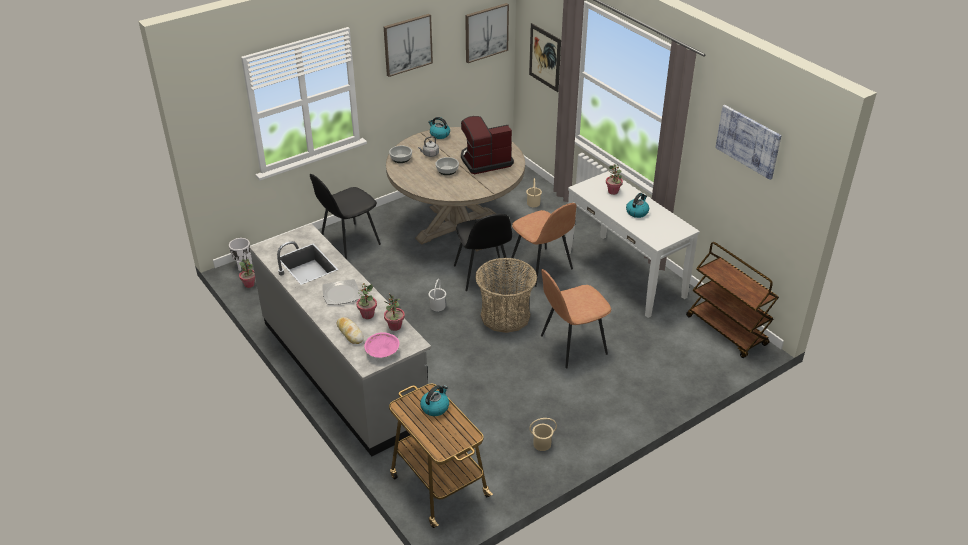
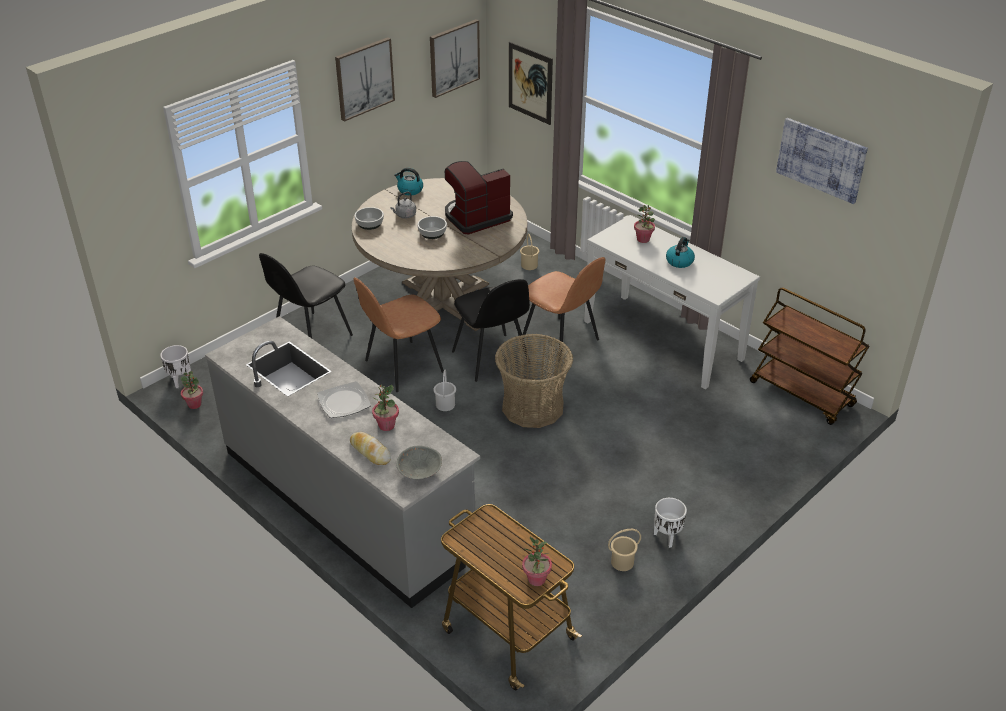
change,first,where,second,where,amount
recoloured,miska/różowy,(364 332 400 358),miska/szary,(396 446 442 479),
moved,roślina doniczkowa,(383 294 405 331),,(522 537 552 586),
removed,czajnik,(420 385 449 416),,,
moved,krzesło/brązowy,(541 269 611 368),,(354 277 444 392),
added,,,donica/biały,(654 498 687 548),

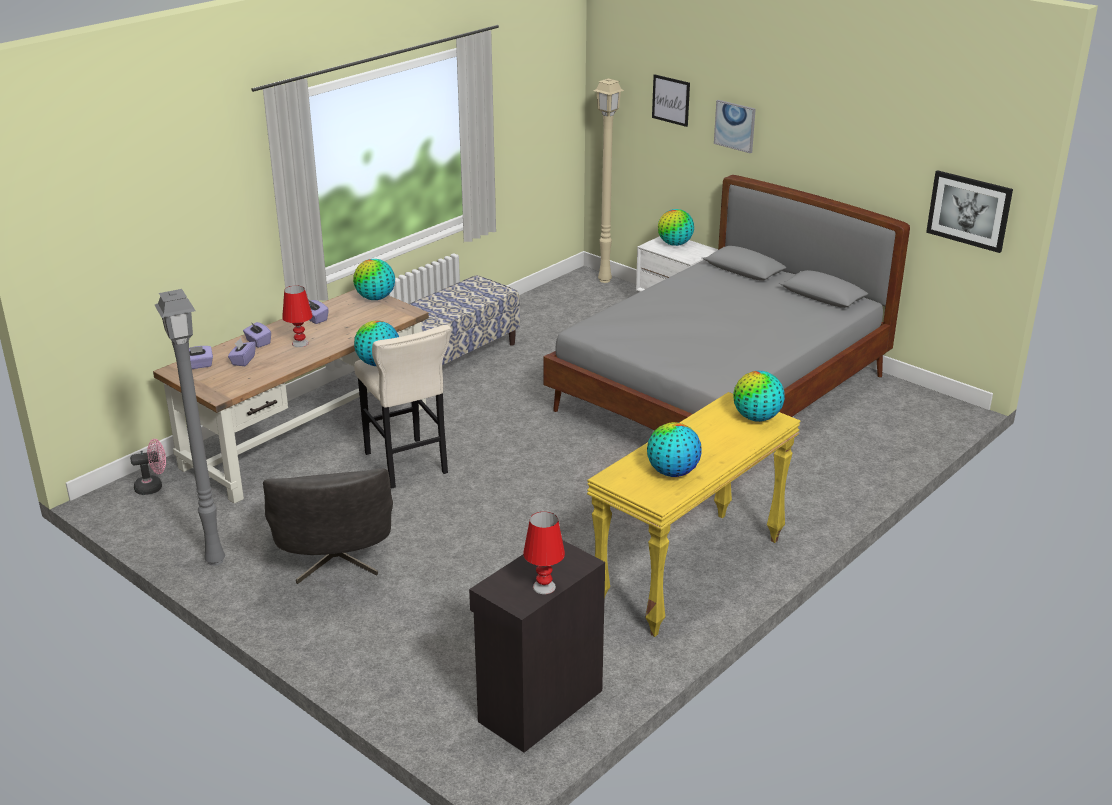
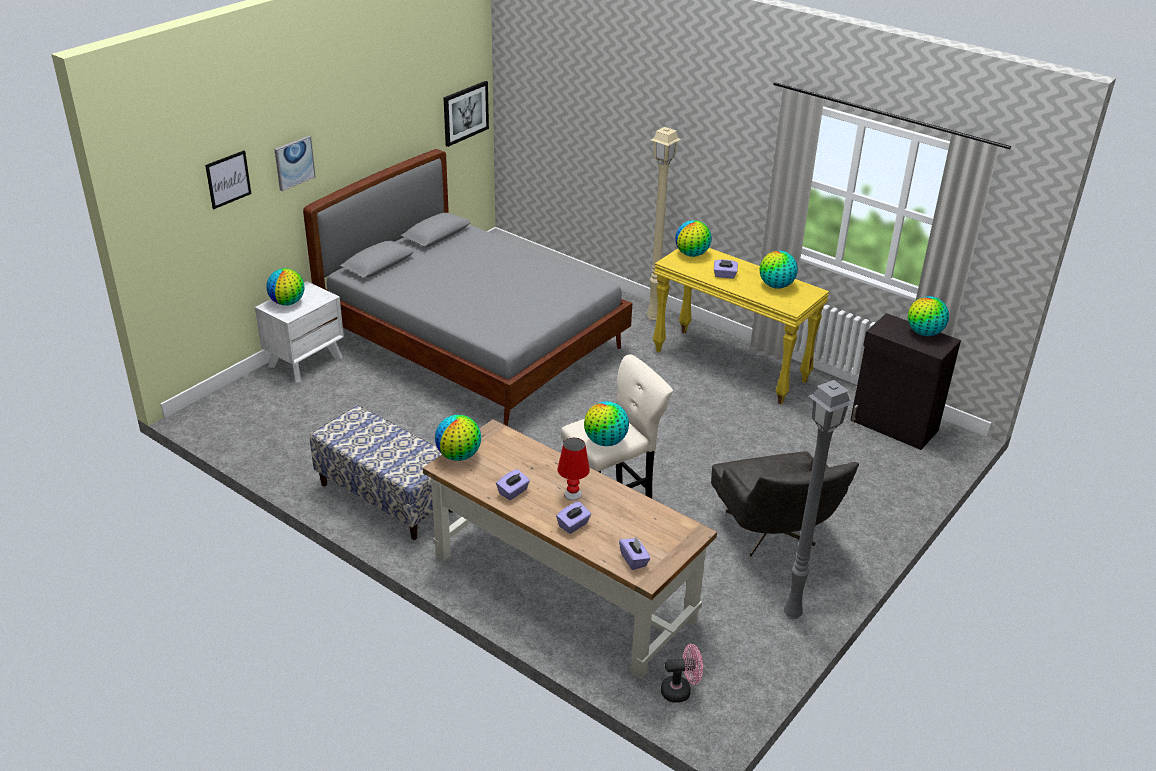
change,first,where,second,where,amount
turned,wentylator/różowy,(130 439 166 495),,(661 644 703 703),105 degrees clockwise
moved,pudełko chusteczek/fioletowy,(228 338 256 366),,(714 260 738 279),
turned,fotel/szary,(263 468 393 584),,(711 451 859 556),90 degrees clockwise
replaced,lampa stołowa/czerwony,(523 512 565 594),globus,(908 296 949 336),
moved,lampa stojąca/beżowy,(593 79 624 283),,(647 127 681 320),

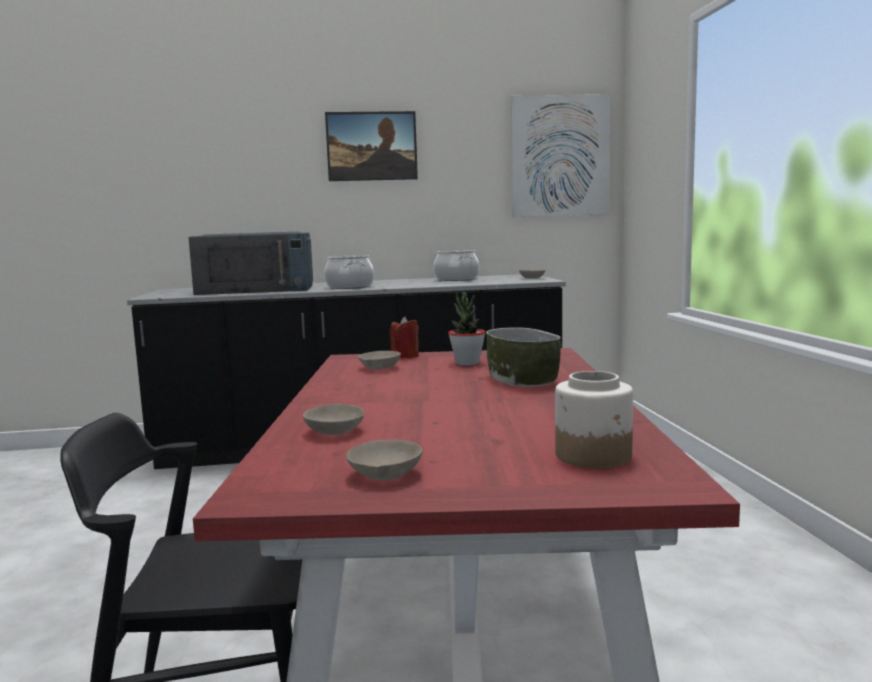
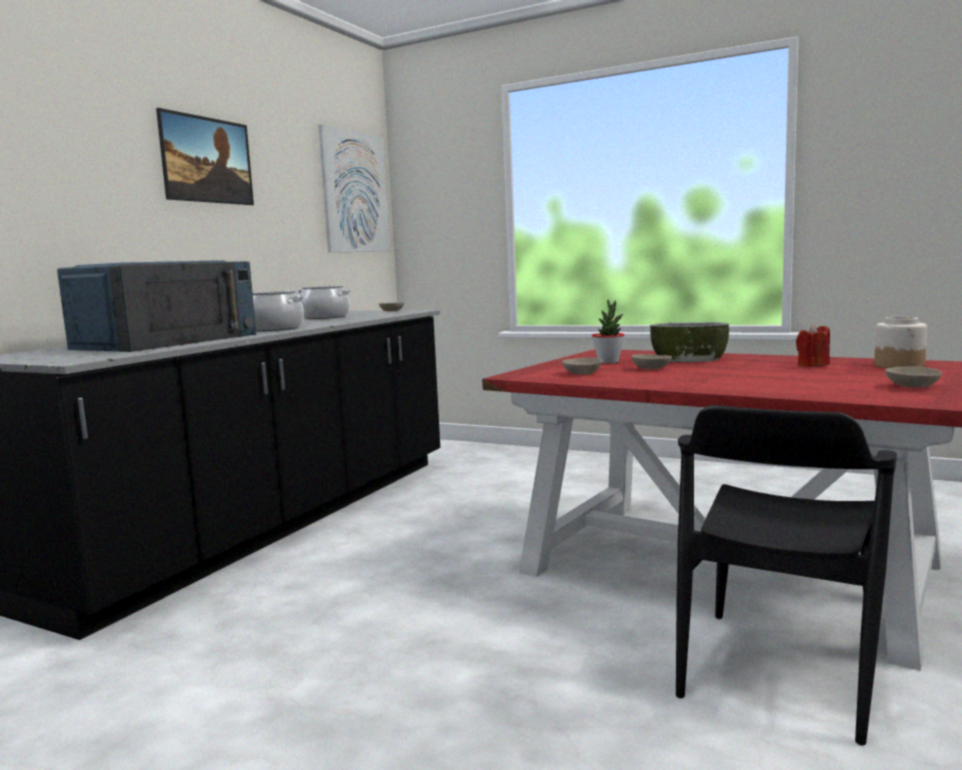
change,first,where,second,where,amount
moved,miska/beżowy,(303 404 365 435),,(631 354 672 369),
moved,świeca/czerwony,(390 316 419 358),,(796 324 830 367),

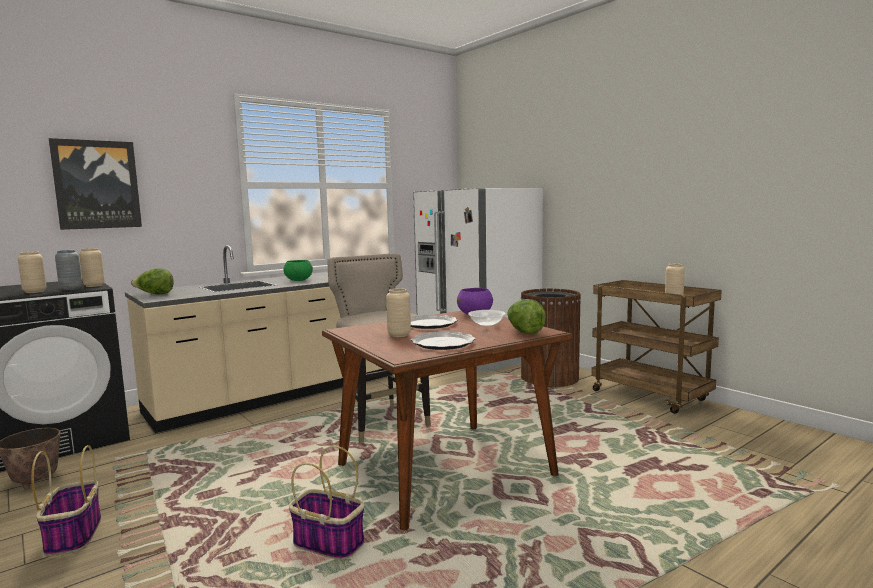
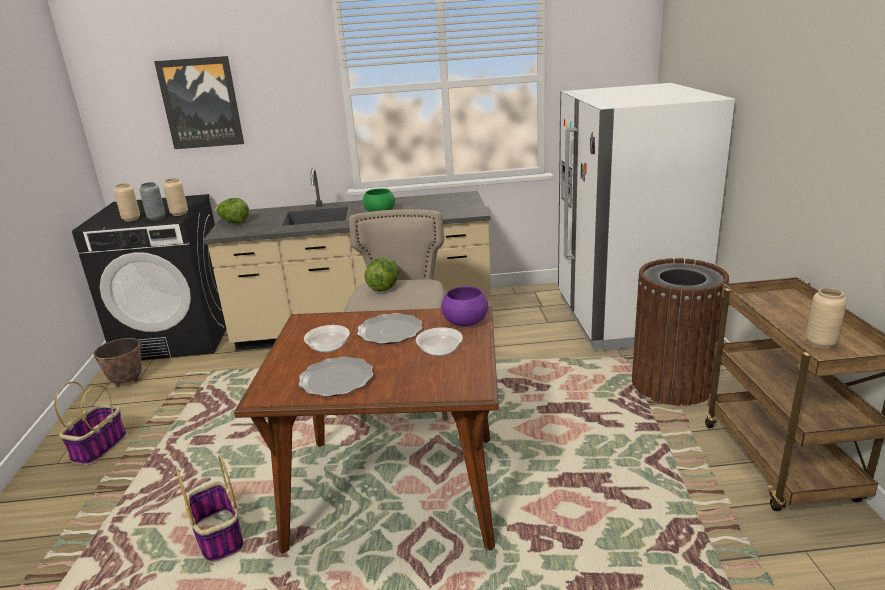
change,first,where,second,where,amount
replaced,wazon/beżowy,(386 288 411 337),miska,(304 325 350 353),
moved,sałata,(507 299 546 334),,(364 258 399 292),

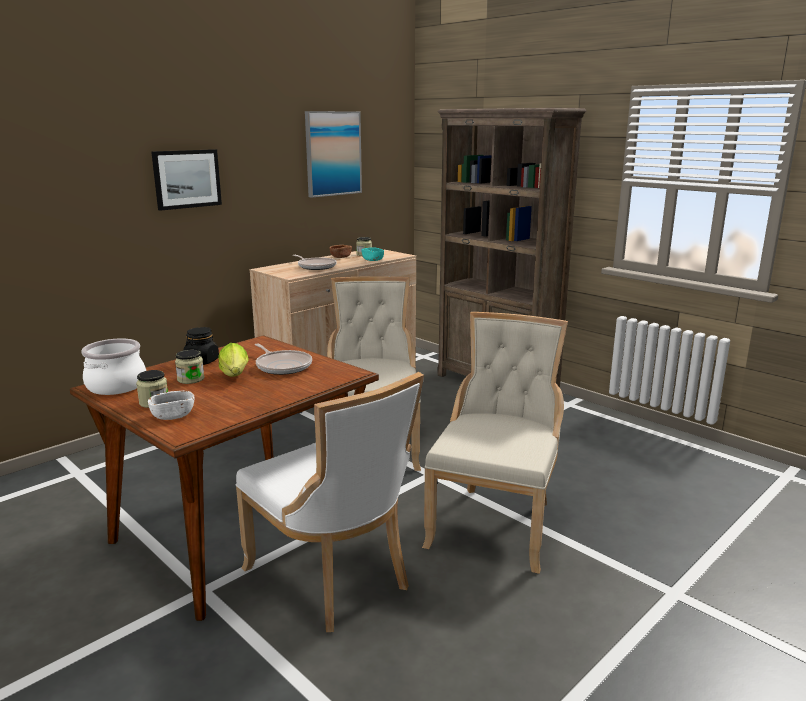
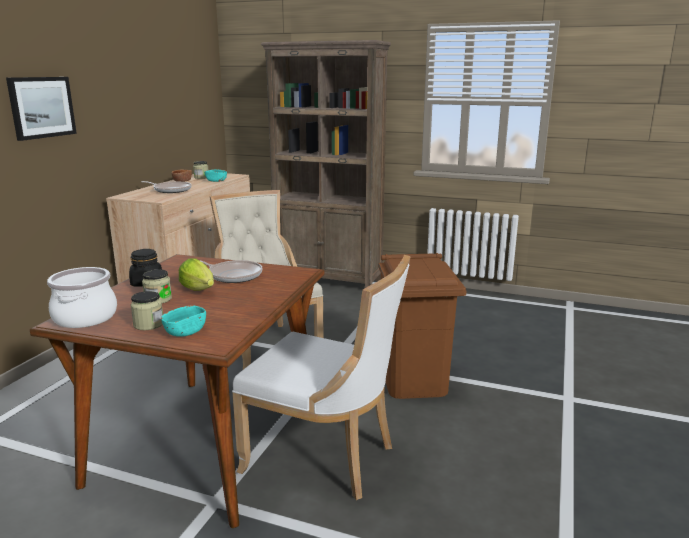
change,first,where,second,where,amount
recoloured,miska/biały,(148 391 194 420),miska/turkusowy,(161 305 206 337),
removed,obraz,(305 111 362 198),,,
replaced,krzesło/beżowy,(422 312 568 574),kosz na śmieci/brązowy,(378 253 466 399),

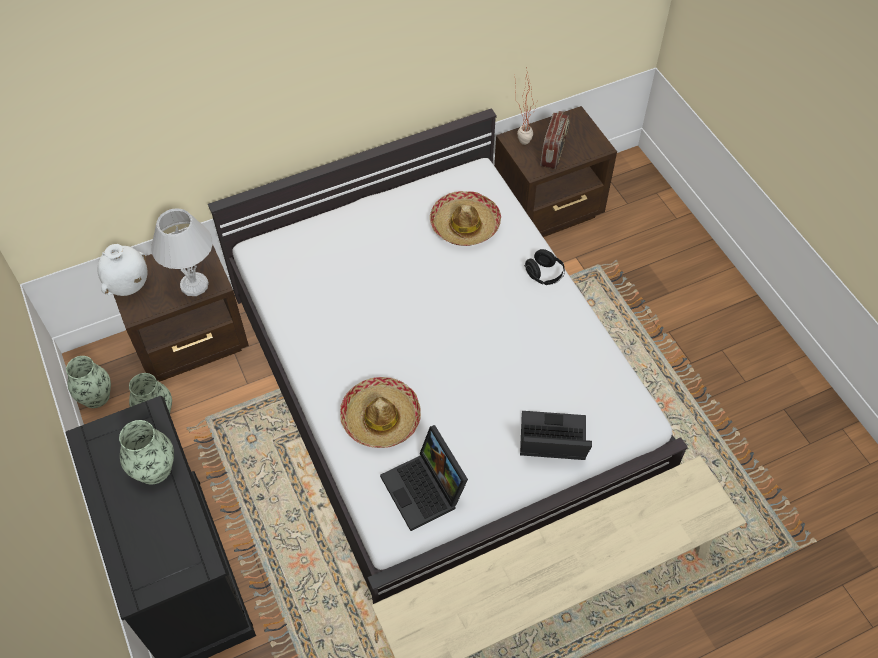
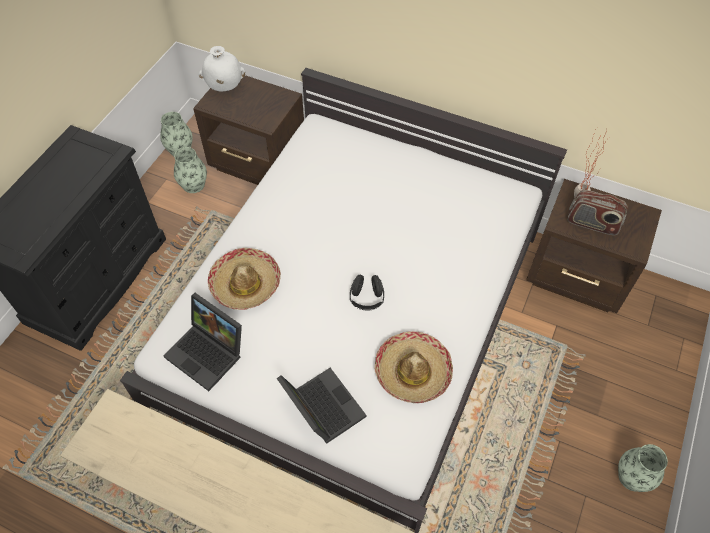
change,first,where,second,where,amount
moved,wazon,(119 420 174 484),,(618 444 668 492),
removed,lampa stołowa/biały,(151 208 213 296),,,
turned,laptop,(380 425 468 531),,(164 293 242 391),75 degrees counterclockwise
moved,kapelusz,(430 191 501 246),,(375 331 453 403),
moved,słuchawki/czarny,(524 249 565 285),,(350 274 384 310),
turned,radio,(540 111 569 169),,(567 190 628 236),45 degrees clockwise

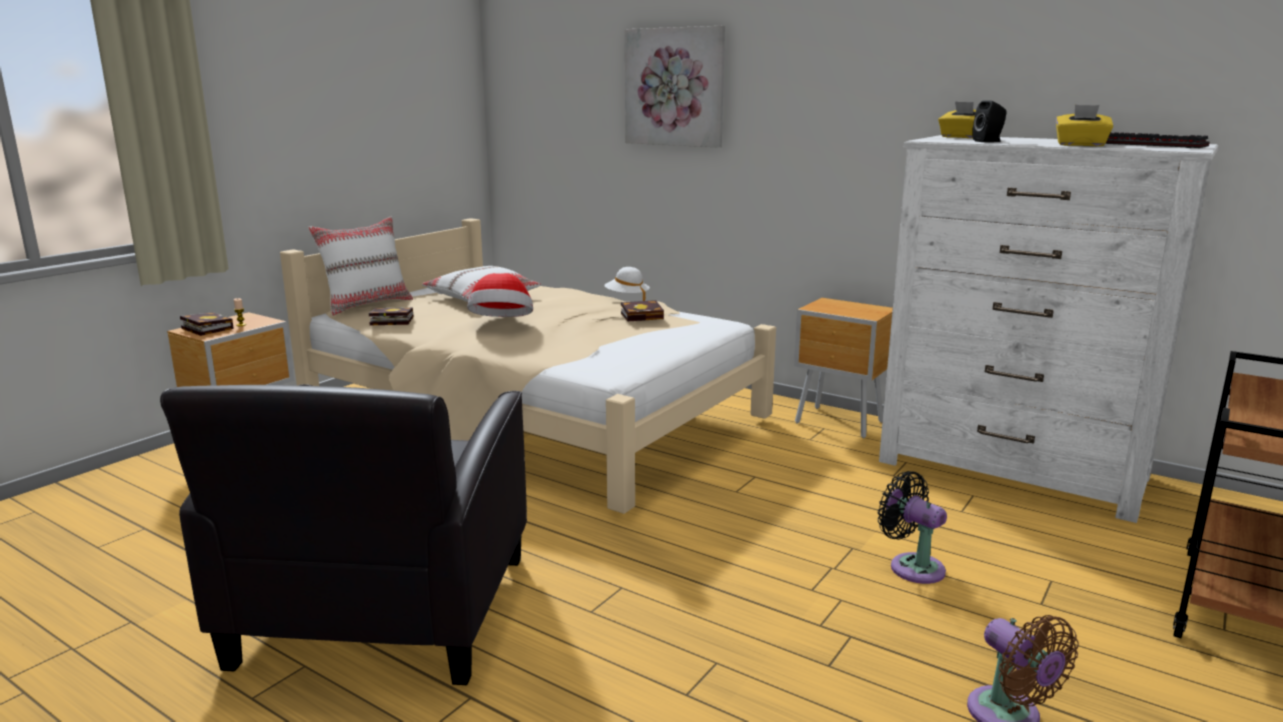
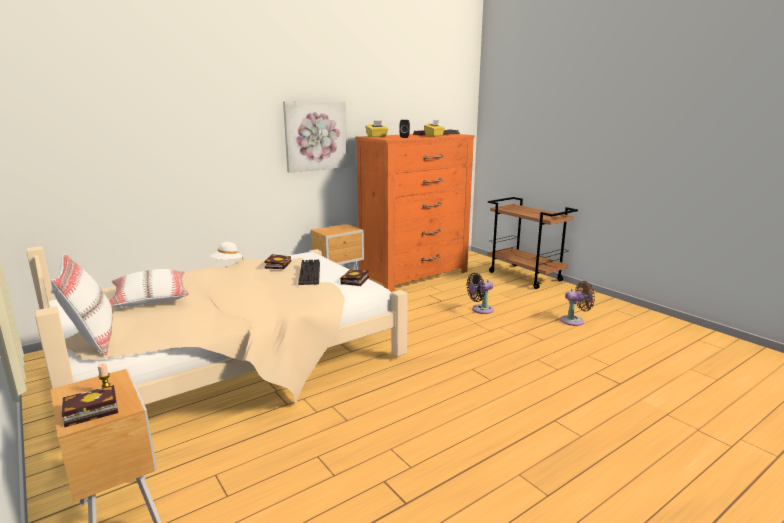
change,first,where,second,where,amount
removed,fotel/czarny,(160 384 527 685),,,
moved,książka,(369 307 414 325),,(340 270 369 286),
removed,kapelusz,(467 273 533 317),,,
moved,obraz,(625 26 725 148),,(283 101 347 173),
recoloured,komoda/biały,(879 135 1218 523),komoda/pomarańczowy,(355 134 475 292),
added,,,klawiatura,(298 260 320 285),

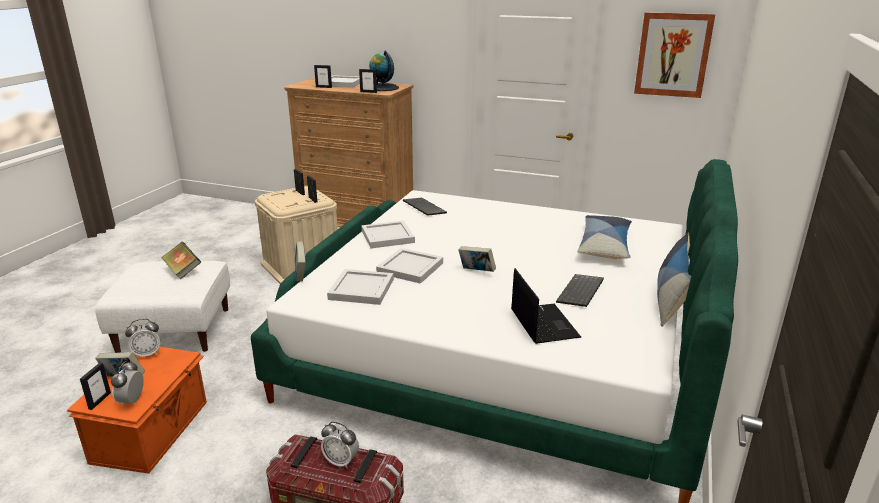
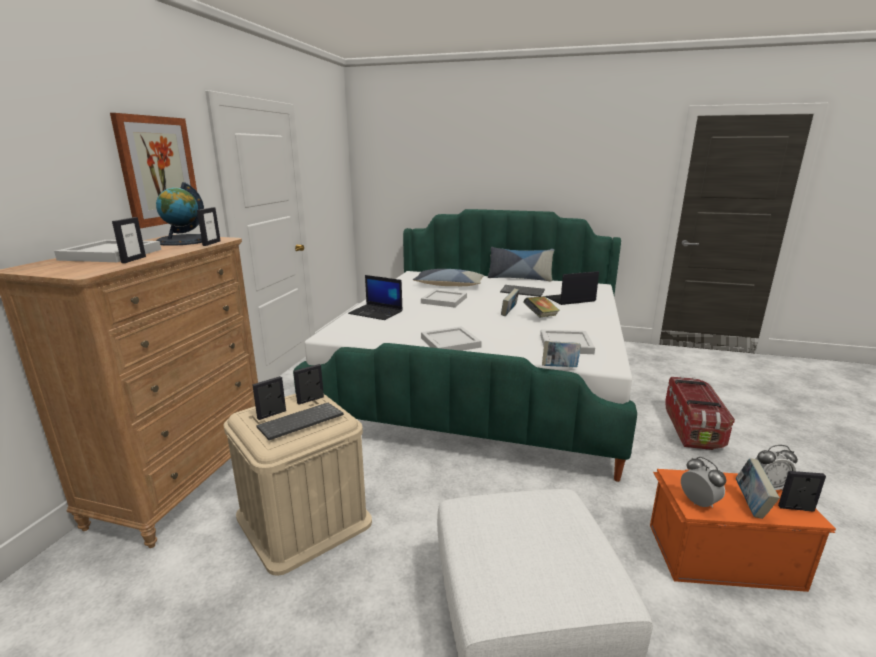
change,first,where,second,where,amount
moved,książka,(161 242 201 280),,(524 296 560 317),
removed,budzik,(321 422 359 469),,,
moved,taca/biały,(376 248 443 284),,(421 289 467 308),
moved,klawiatura,(403 198 447 216),,(256 403 344 440),
moved,obraz,(634 12 715 98),,(110 113 197 228),
added,,,laptop,(348 275 403 320),

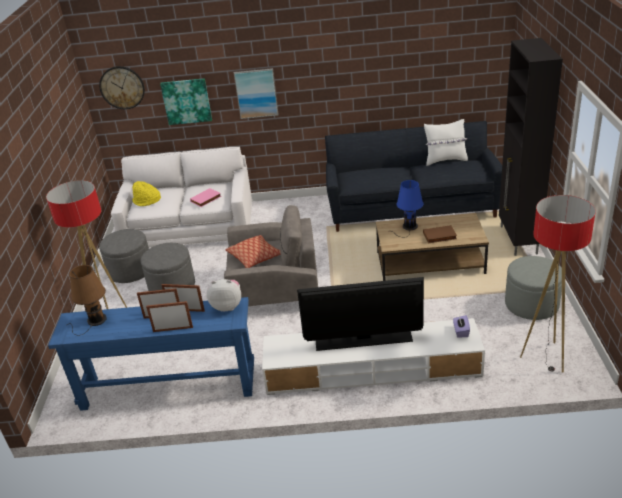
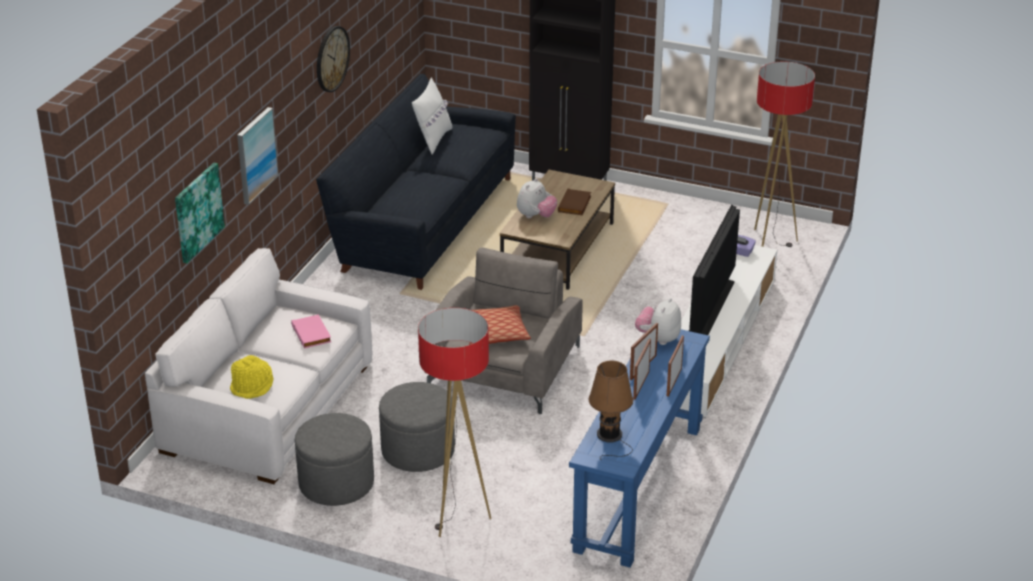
change,first,where,second,where,amount
moved,zegar ścienny,(99 66 145 109),,(317 26 350 92),
replaced,lampa stołowa/niebieski,(388 180 423 237),pluszak,(517 178 557 218),
removed,pufa/szary,(505 256 562 320),,,

